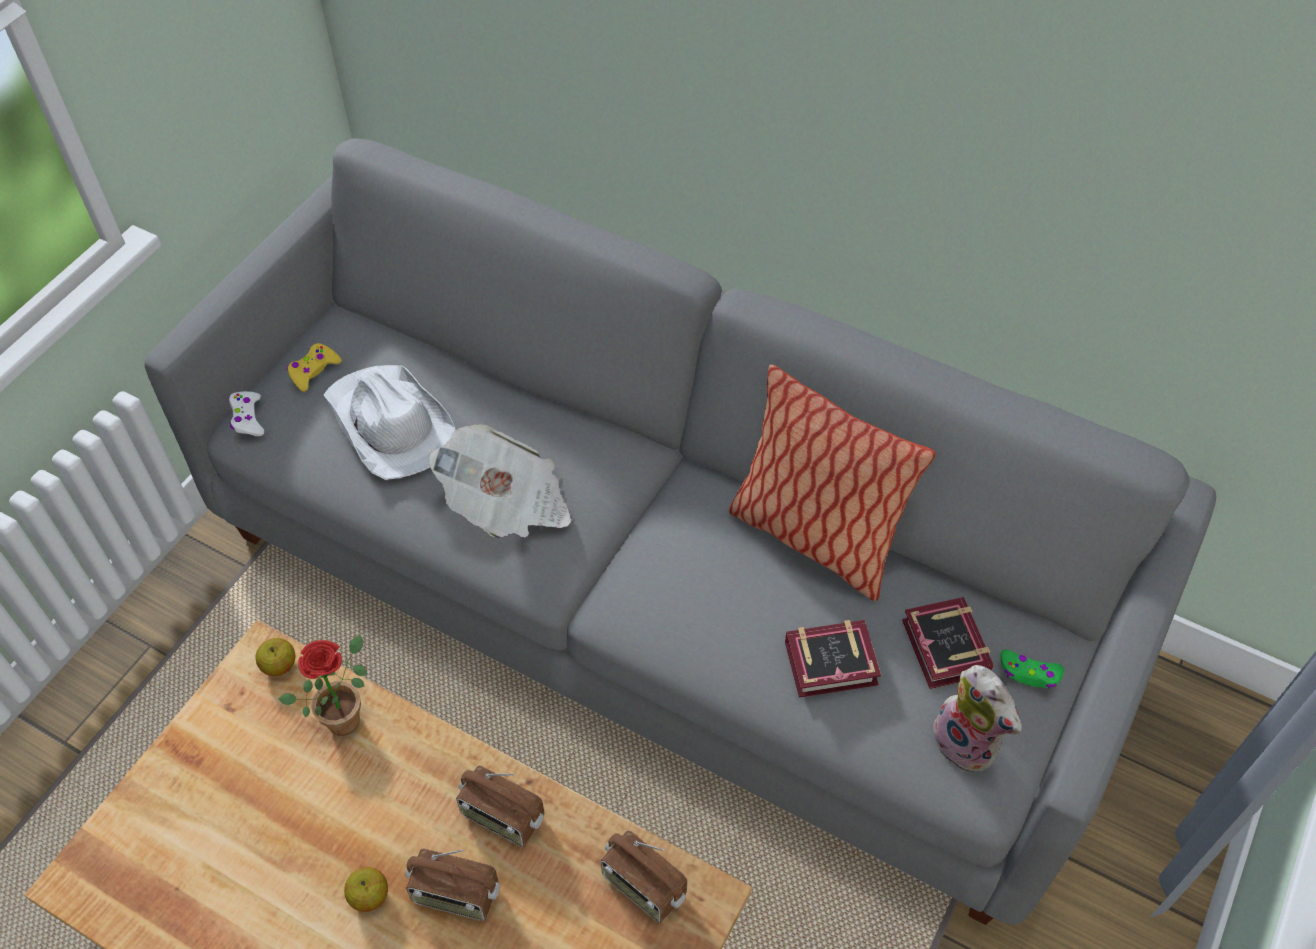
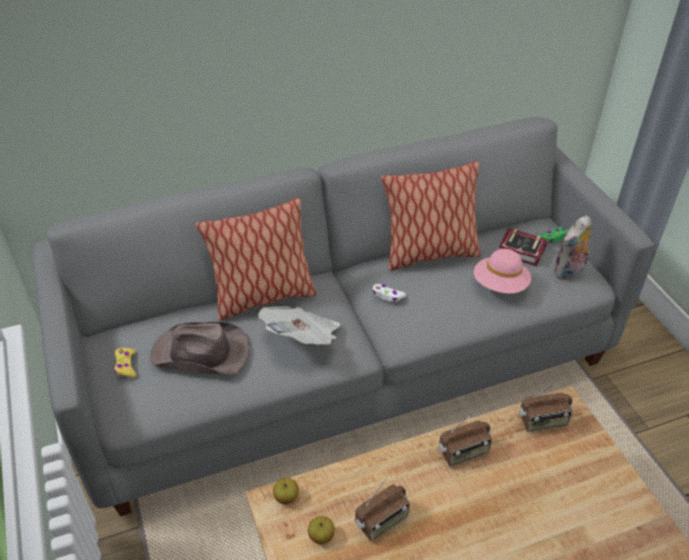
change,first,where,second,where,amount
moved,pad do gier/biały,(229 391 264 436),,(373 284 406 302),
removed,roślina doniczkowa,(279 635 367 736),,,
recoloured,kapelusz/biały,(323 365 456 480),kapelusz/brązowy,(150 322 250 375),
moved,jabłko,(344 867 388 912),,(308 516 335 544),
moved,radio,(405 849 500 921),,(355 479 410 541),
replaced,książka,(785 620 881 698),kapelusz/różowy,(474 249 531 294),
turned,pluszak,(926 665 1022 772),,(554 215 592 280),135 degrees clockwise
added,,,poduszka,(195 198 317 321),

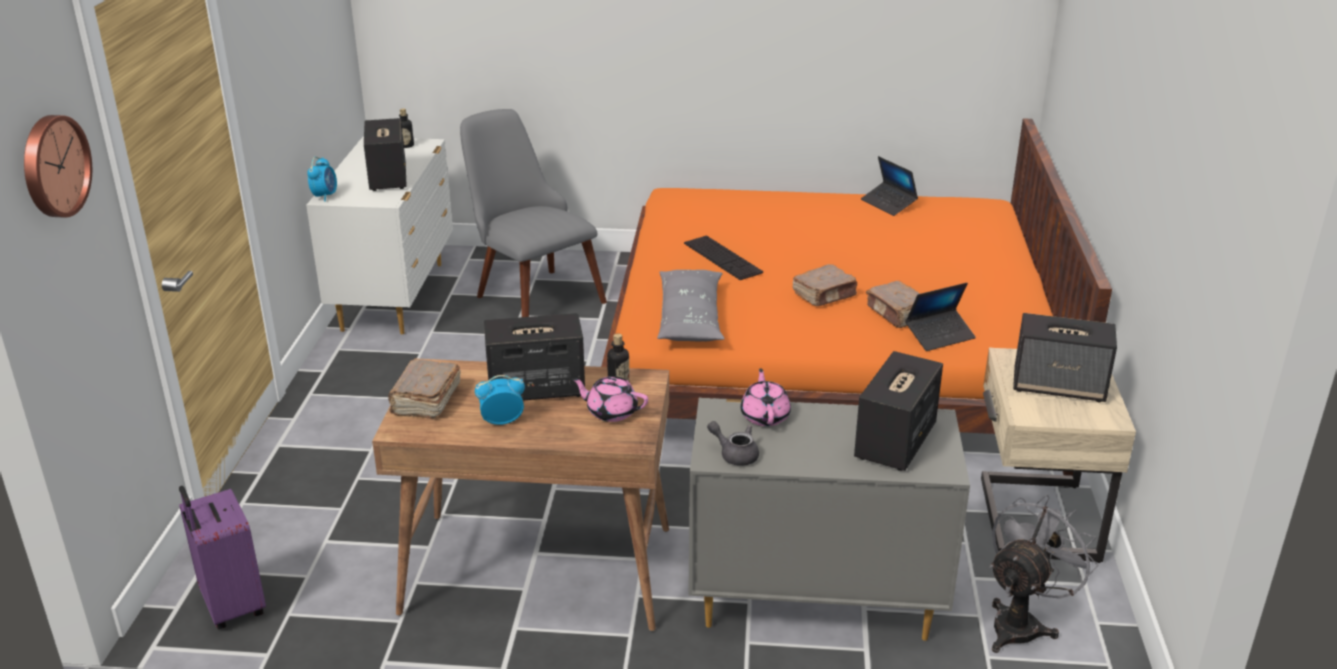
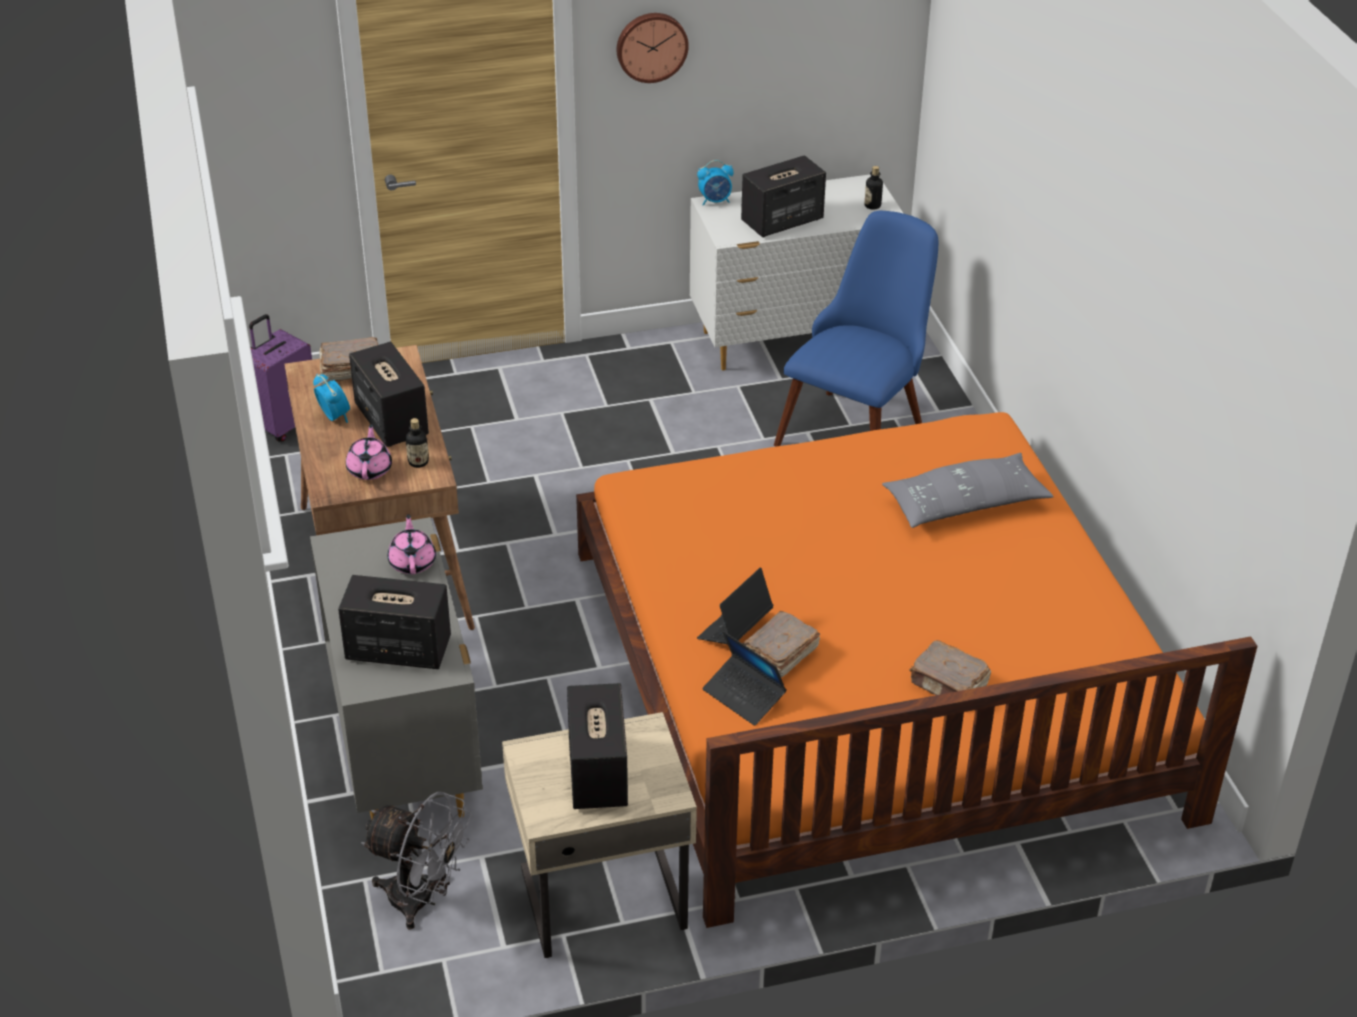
change,first,where,second,where,amount
moved,zegar ścienny,(24 115 92 218),,(617 13 689 83),
recoloured,krzesło/szary,(460 109 607 317),krzesło/niebieski,(774 211 938 447),
moved,poduszka/szary,(657 270 724 342),,(882 453 1054 528),
removed,klawiatura,(684 235 763 280),,,
removed,imbryk/szary,(707 421 759 466),,,
turned,imbryk/różowy,(741 368 791 426),,(388 514 436 574),75 degrees counterclockwise
moved,książka/brązowy,(793 264 857 306),,(909 640 991 695),
moved,laptop,(861 156 918 216),,(697 568 774 644),

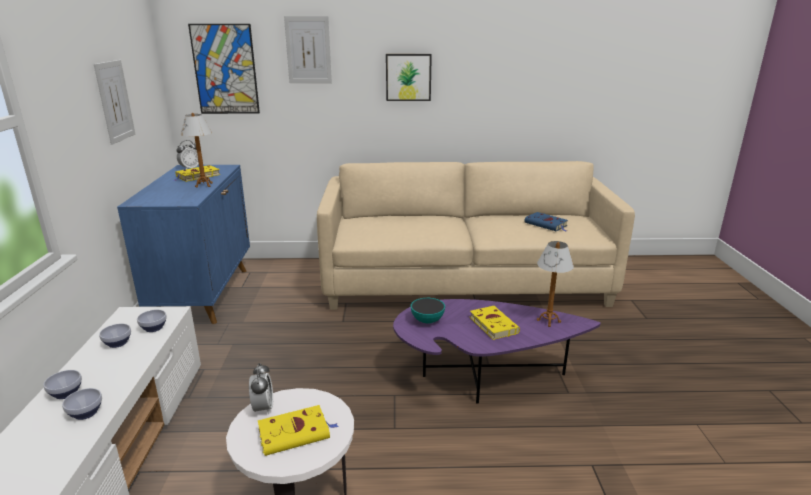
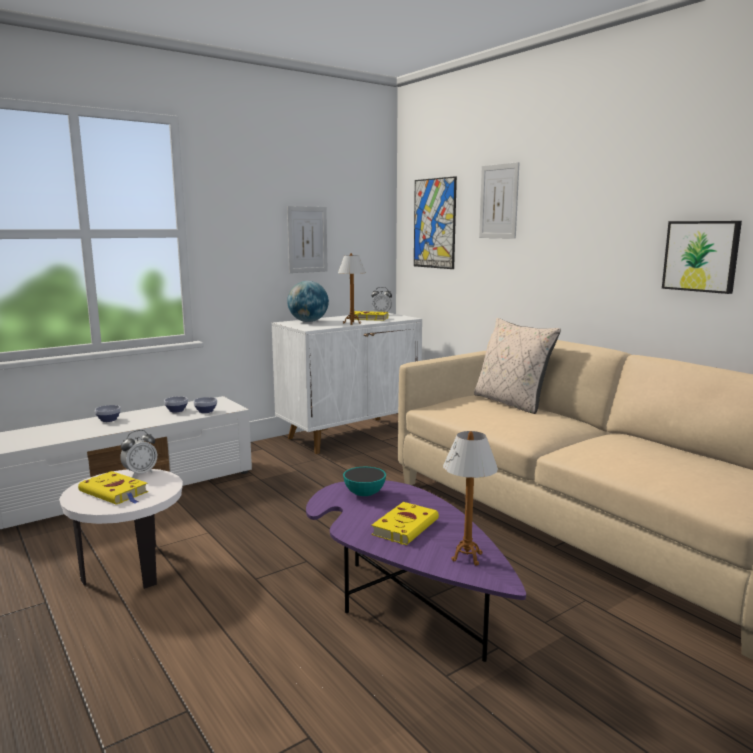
change,first,where,second,where,amount
removed,miska,(62 388 102 420),,,
recoloured,szafka/niebieski,(117 165 250 324),szafka/biały,(272 313 422 454),
moved,obraz,(386 54 432 101),,(662 221 742 294),
removed,książka/niebieski,(524 212 568 232),,,
added,,,globus,(287 281 329 322),
added,,,poduszka/beżowy,(474 318 561 414),

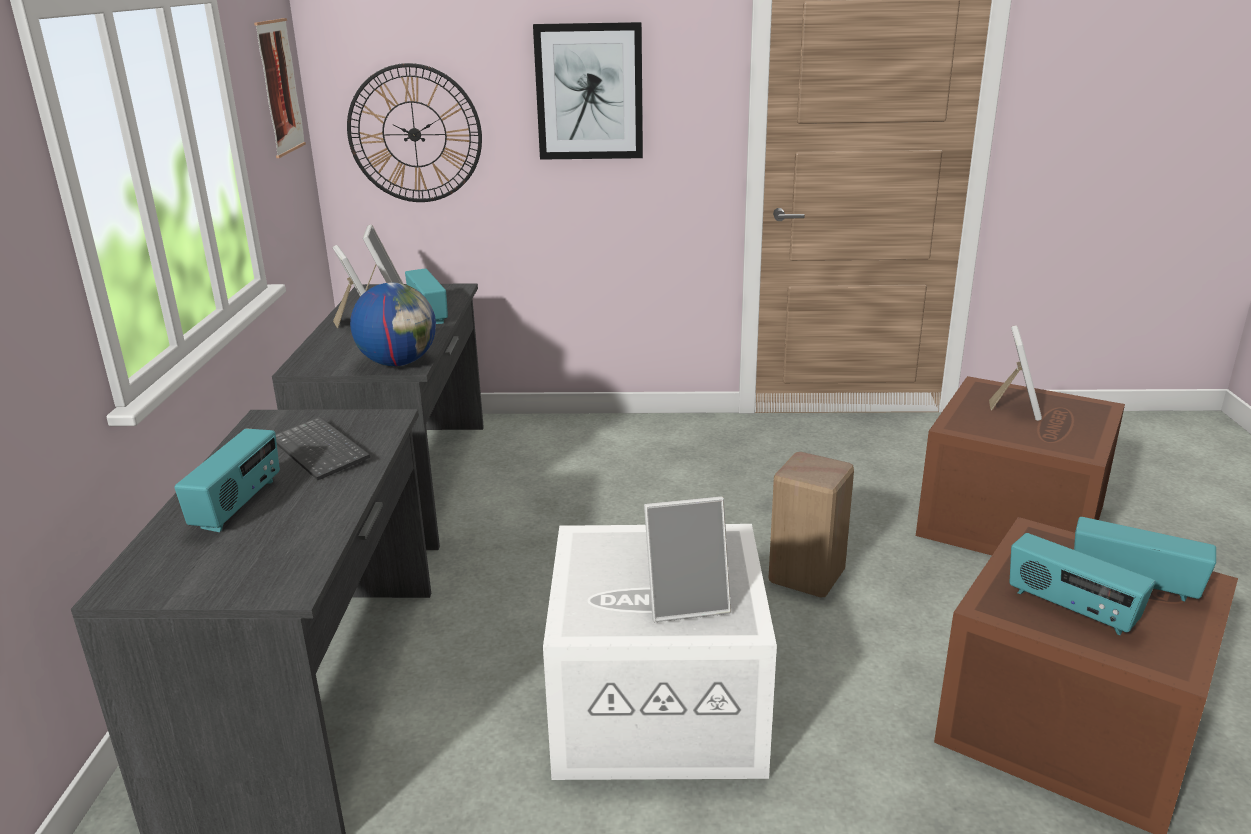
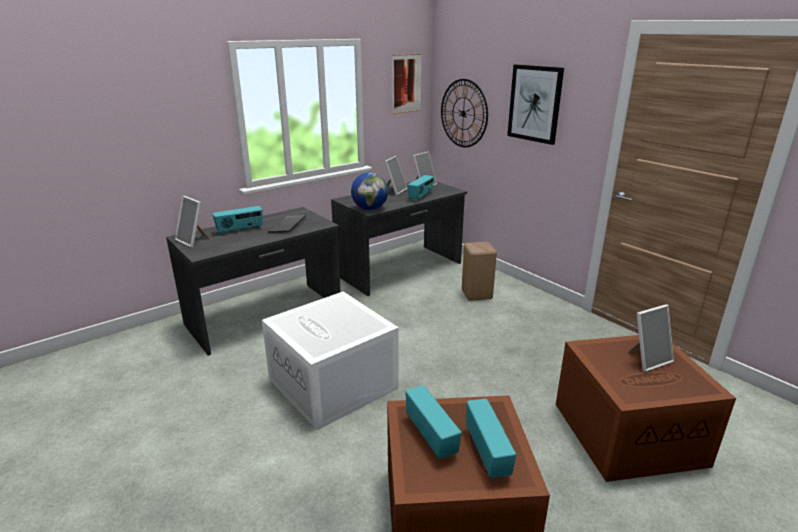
change,first,where,second,where,amount
moved,ramka na zdjęcie,(644 496 731 622),,(175 196 210 248),
moved,stołek/beżowy,(769 452 854 597),,(462 242 497 301),
turned,radio,(1010 533 1155 636),,(405 385 461 459),150 degrees clockwise

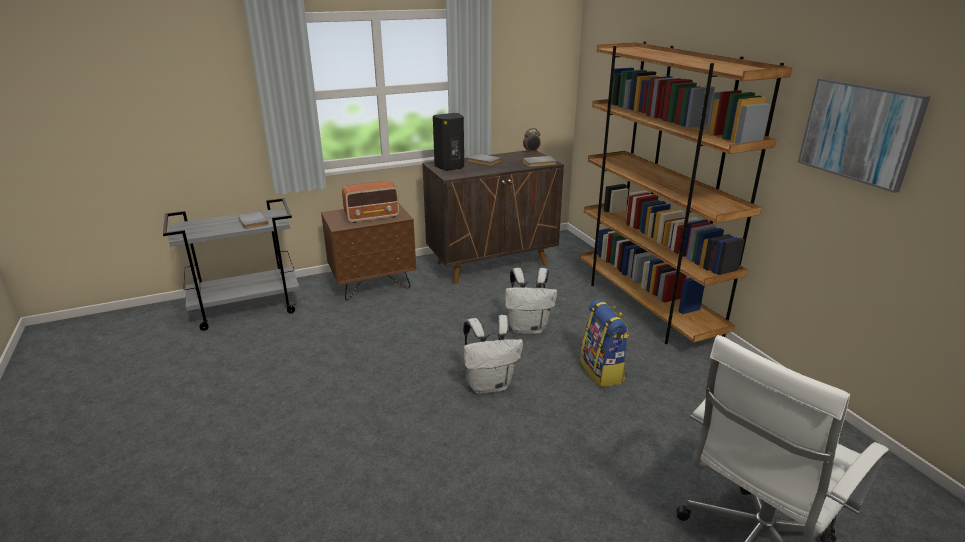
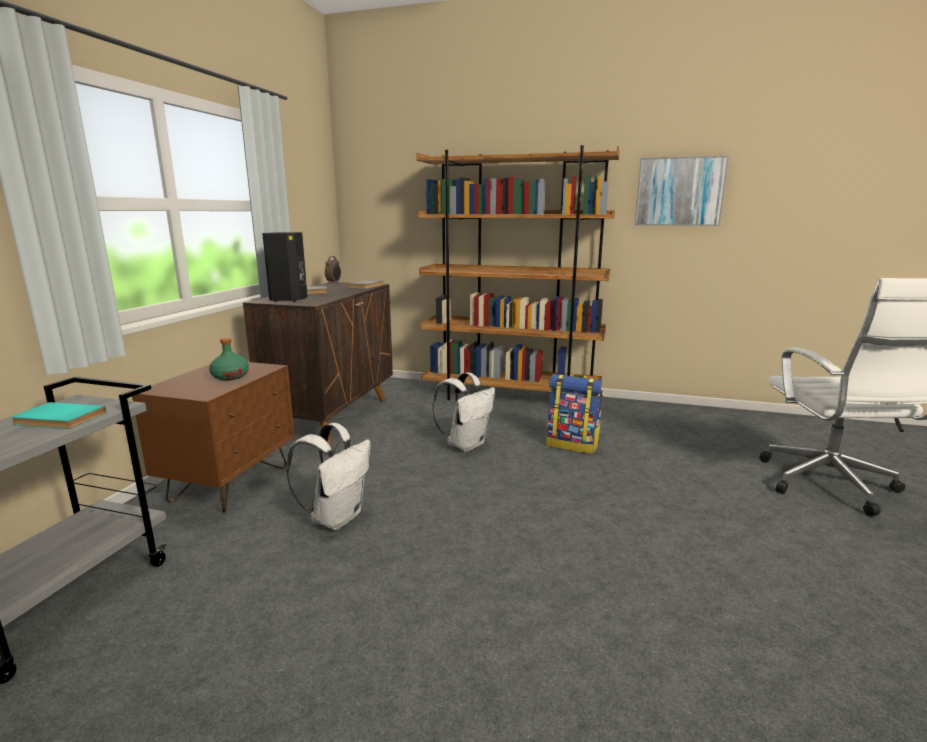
change,first,where,second,where,amount
recoloured,książka/szary,(238 211 269 229),książka/turkusowy,(11 402 107 429),
replaced,radio,(342 181 399 223),butelka/zielony,(209 338 249 380),
moved,plecak/biały,(463 315 523 394),,(286 423 370 530),

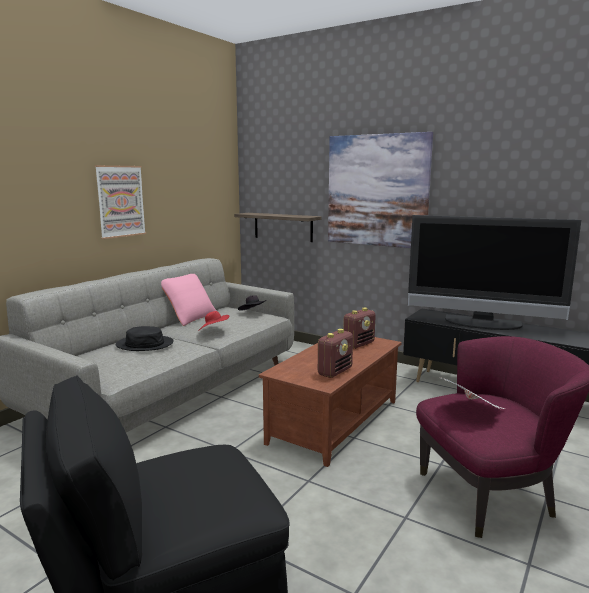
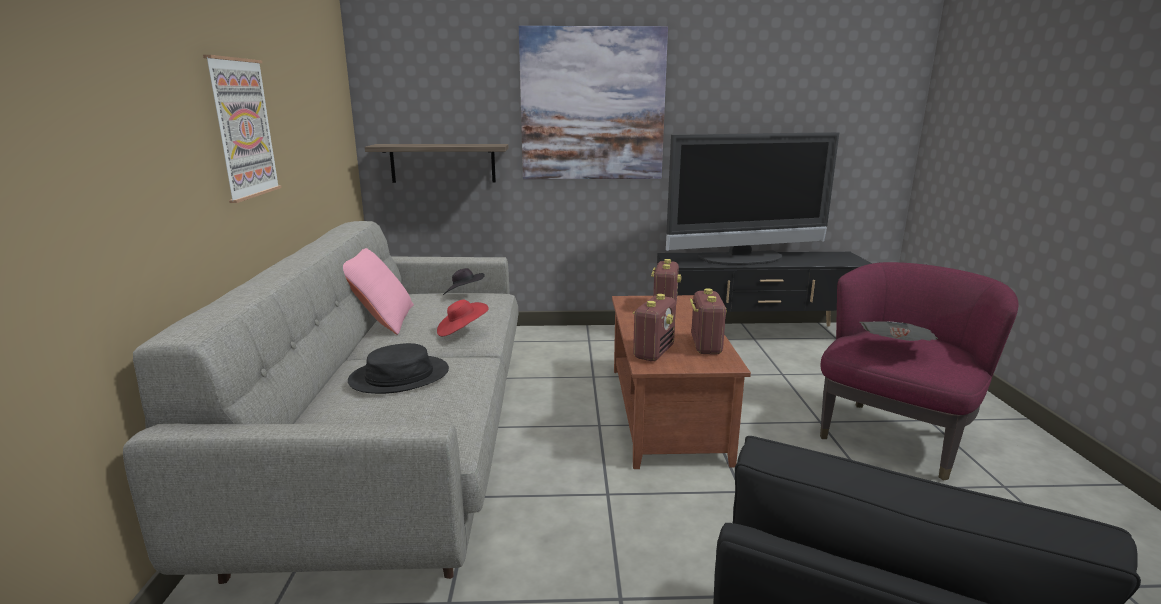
change,first,where,second,where,amount
added,,,radio,(633 294 676 361),

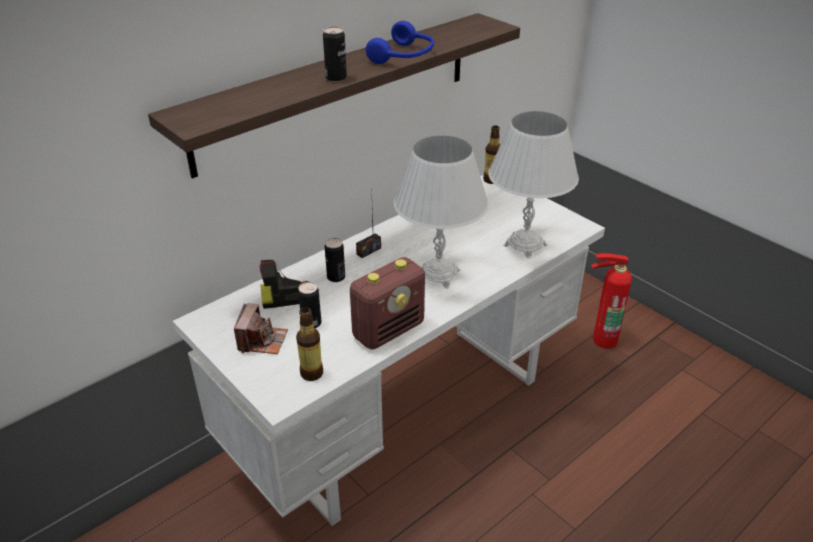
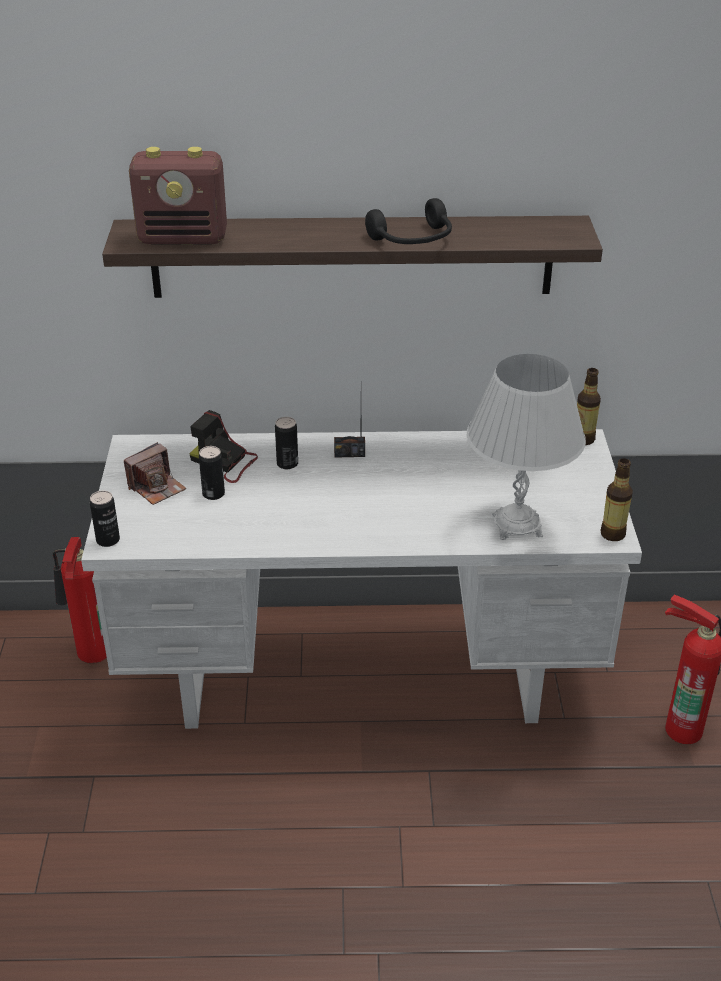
change,first,where,second,where,amount
moved,butelka,(296 308 323 381),,(600 458 633 541),
moved,puszka,(323 27 347 82),,(90 491 120 547),
moved,radio,(350 257 425 350),,(129 147 227 245),
recoloured,słuchawki/niebieski,(366 21 434 64),słuchawki/czarny,(365 198 452 244),
removed,lampa stołowa/biały,(394 136 489 289),,,
added,,,gaśnica,(53 537 107 663),

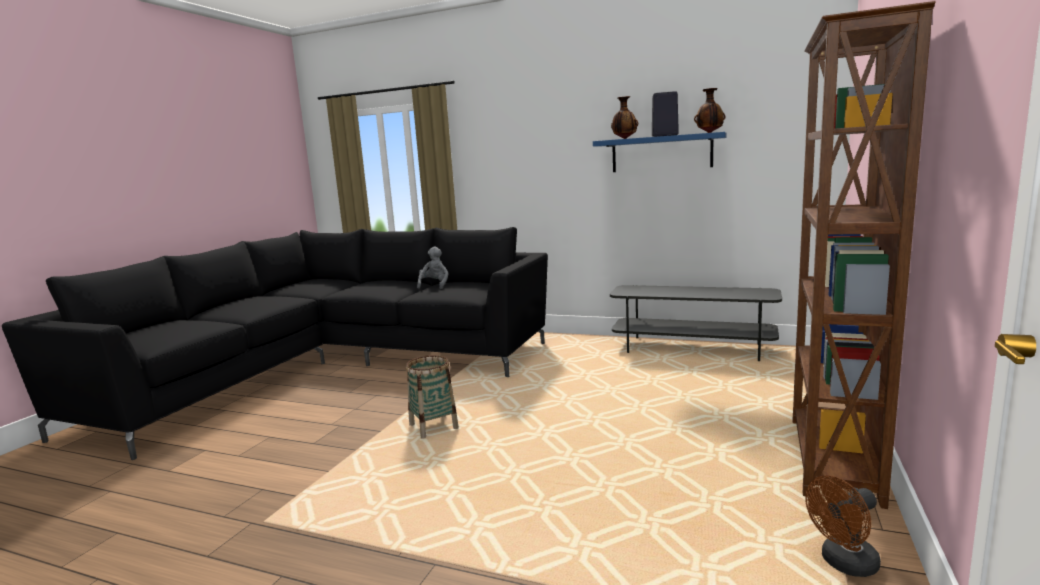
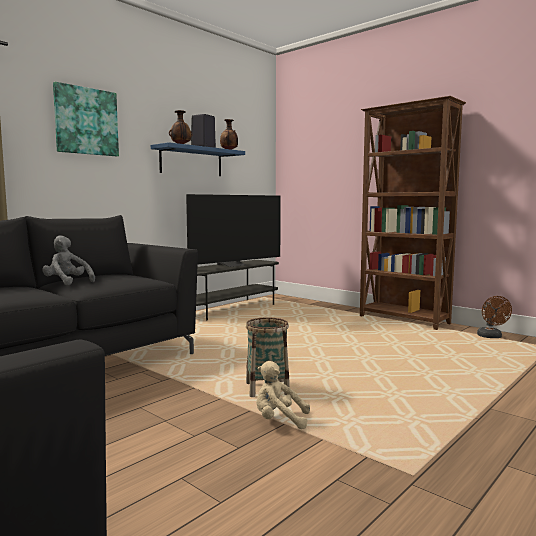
change,first,where,second,where,amount
added,,,obraz,(53 82 119 156),
added,,,telewizor,(186 194 281 267),
added,,,pluszak/beżowy,(256 361 310 429),

